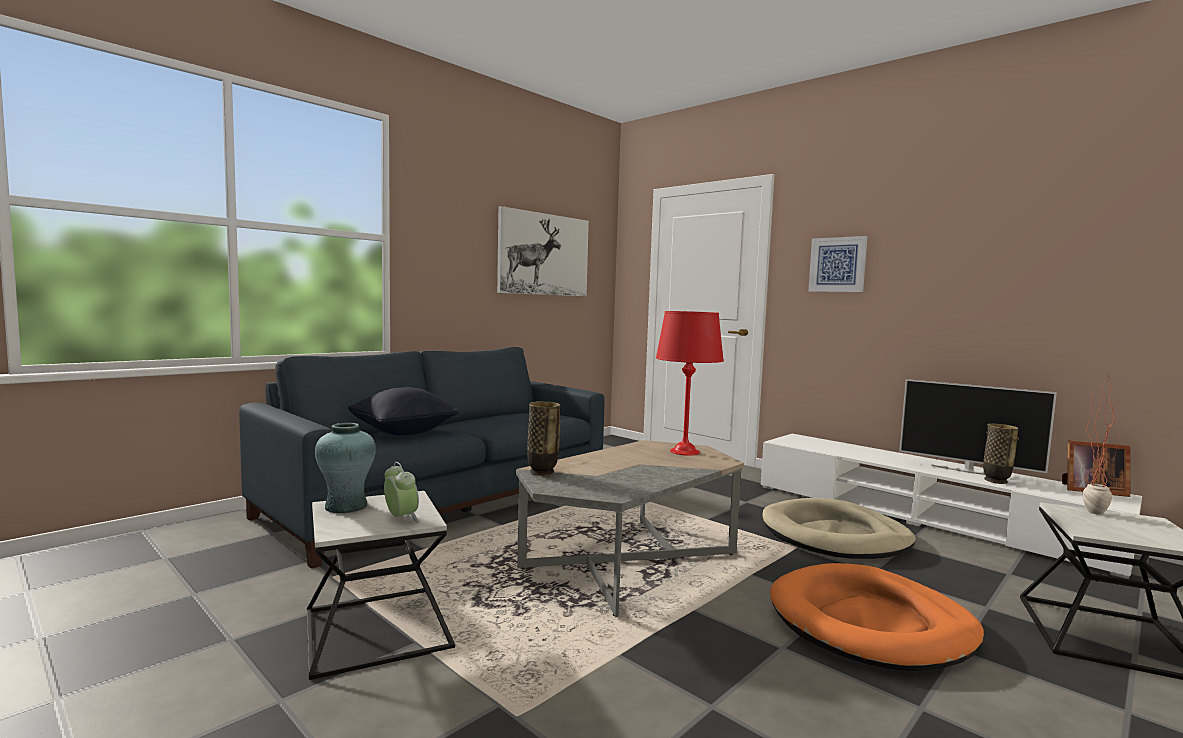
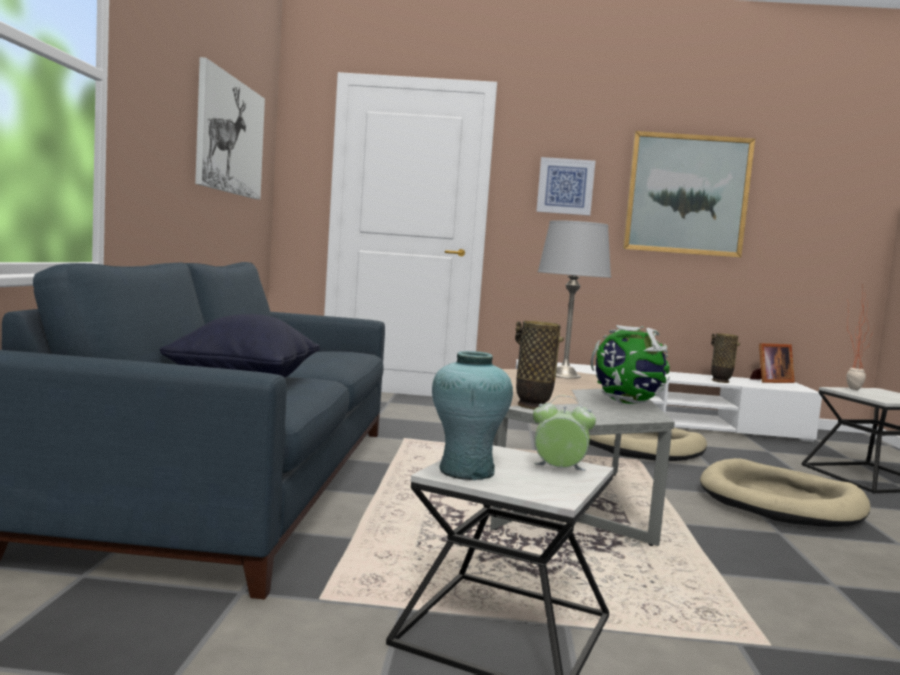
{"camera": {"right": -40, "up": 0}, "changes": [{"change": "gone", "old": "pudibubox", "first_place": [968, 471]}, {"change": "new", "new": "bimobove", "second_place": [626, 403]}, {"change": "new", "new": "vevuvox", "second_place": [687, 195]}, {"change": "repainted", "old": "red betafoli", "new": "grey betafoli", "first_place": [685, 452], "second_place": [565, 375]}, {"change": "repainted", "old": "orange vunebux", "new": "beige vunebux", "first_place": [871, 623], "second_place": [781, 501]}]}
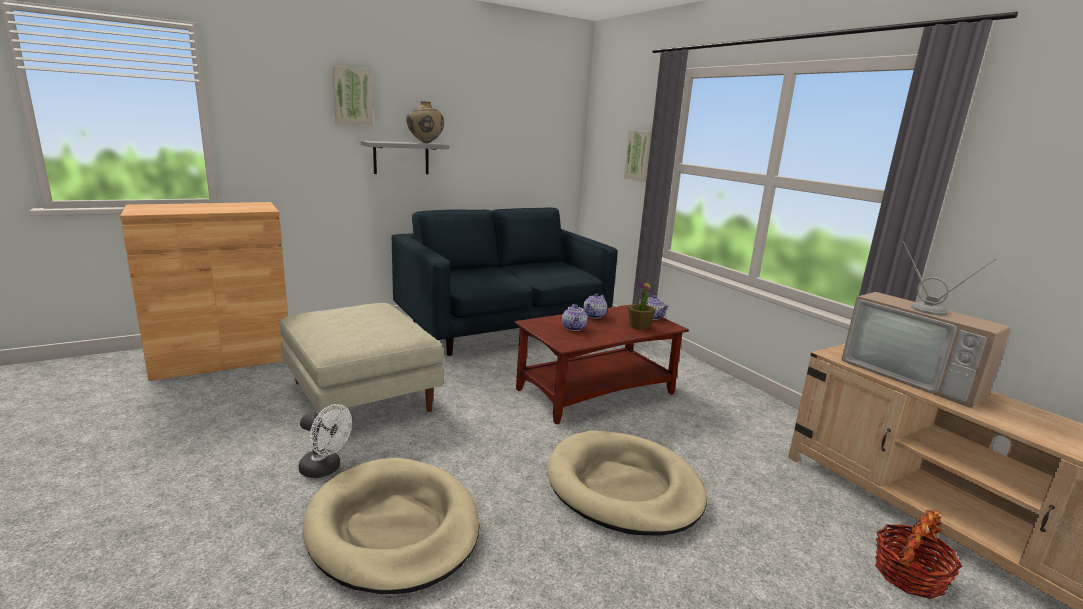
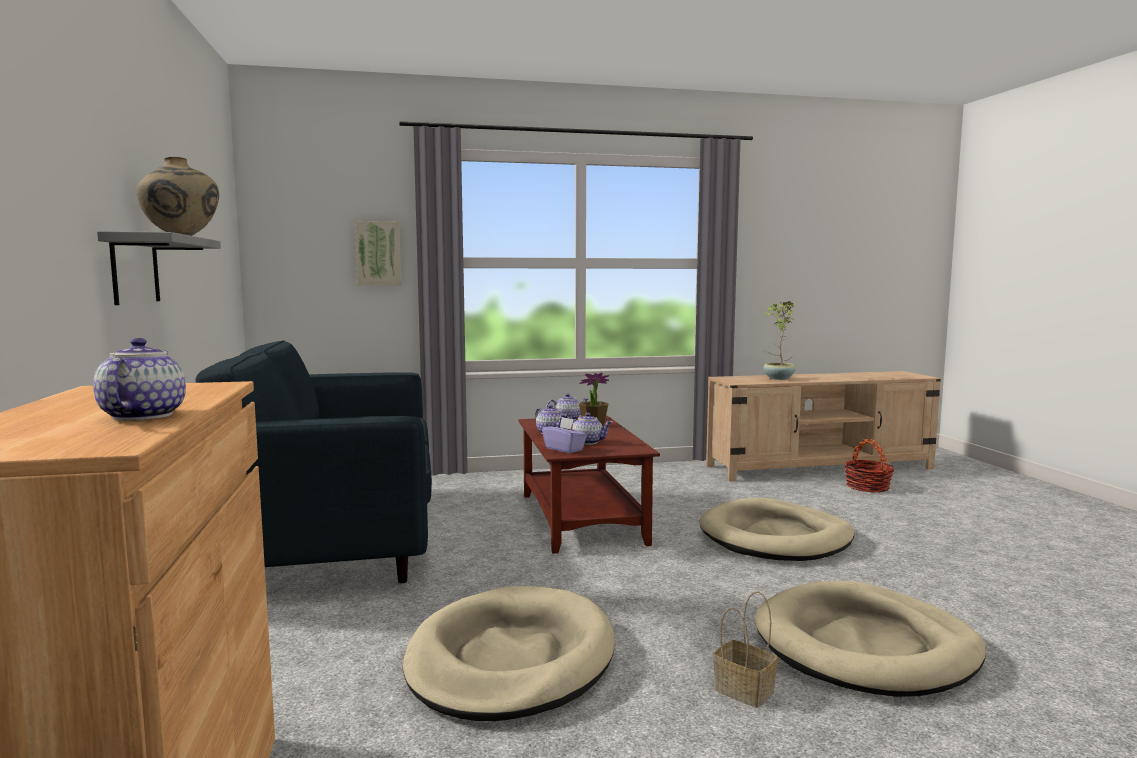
{"camera": {"right": -70, "up": -10}, "changes": [{"change": "gone", "old": "vevuvox", "first_place": [352, 96]}, {"change": "new", "new": "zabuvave", "second_place": [141, 416]}, {"change": "new", "new": "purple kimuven", "second_place": [564, 449]}, {"change": "swapped", "old": "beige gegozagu", "new": "beige vunebux", "first_place": [360, 395], "second_place": [510, 660]}, {"change": "swapped", "old": "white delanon", "new": "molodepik", "first_place": [325, 469], "second_place": [742, 690]}, {"change": "swapped", "old": "pudibubox", "new": "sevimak", "first_place": [914, 377], "second_place": [778, 378]}]}
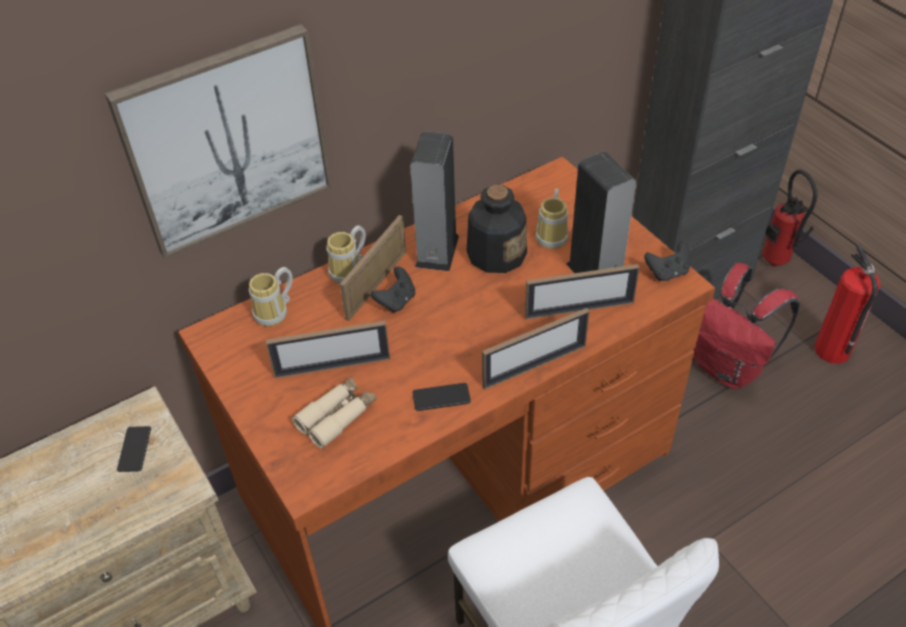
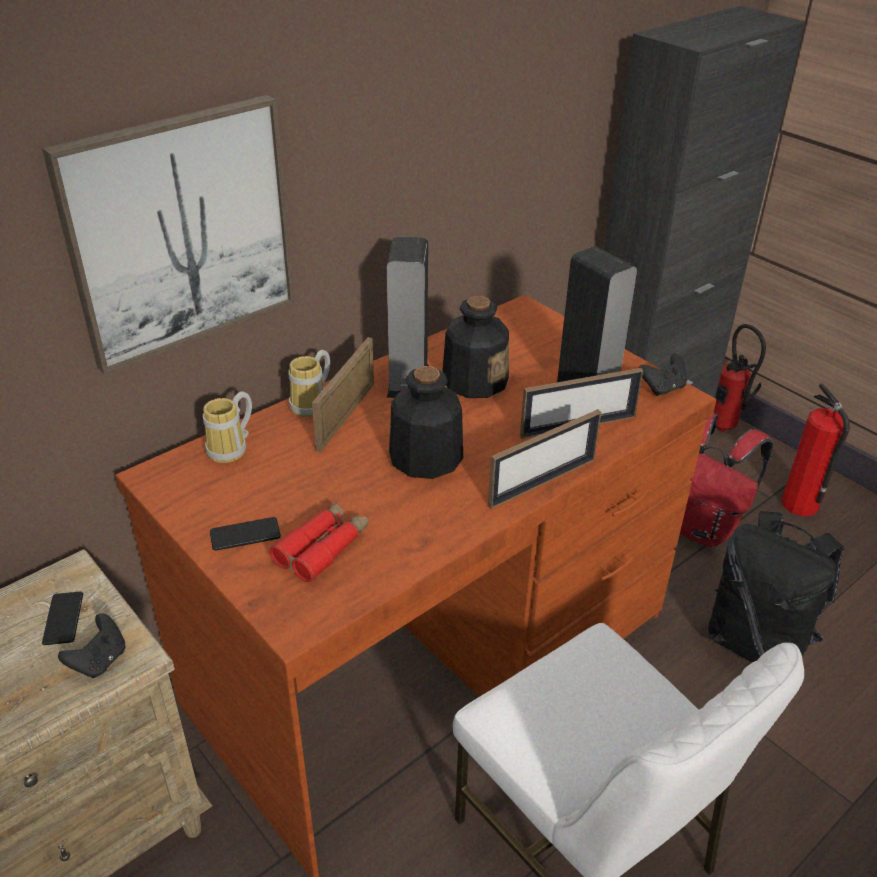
{"camera": {"right": -10, "up": -10}, "changes": [{"change": "gone", "old": "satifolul", "first_place": [332, 367]}, {"change": "gone", "old": "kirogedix", "first_place": [553, 236]}, {"change": "new", "new": "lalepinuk", "second_place": [425, 457]}, {"change": "new", "new": "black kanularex", "second_place": [757, 642]}, {"change": "shifted", "old": "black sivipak", "first_place": [396, 301], "second_place": [100, 661]}, {"change": "shifted", "old": "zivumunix", "first_place": [441, 397], "second_place": [245, 535]}, {"change": "repainted", "old": "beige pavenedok", "new": "red pavenedok", "first_place": [337, 416], "second_place": [322, 548]}]}
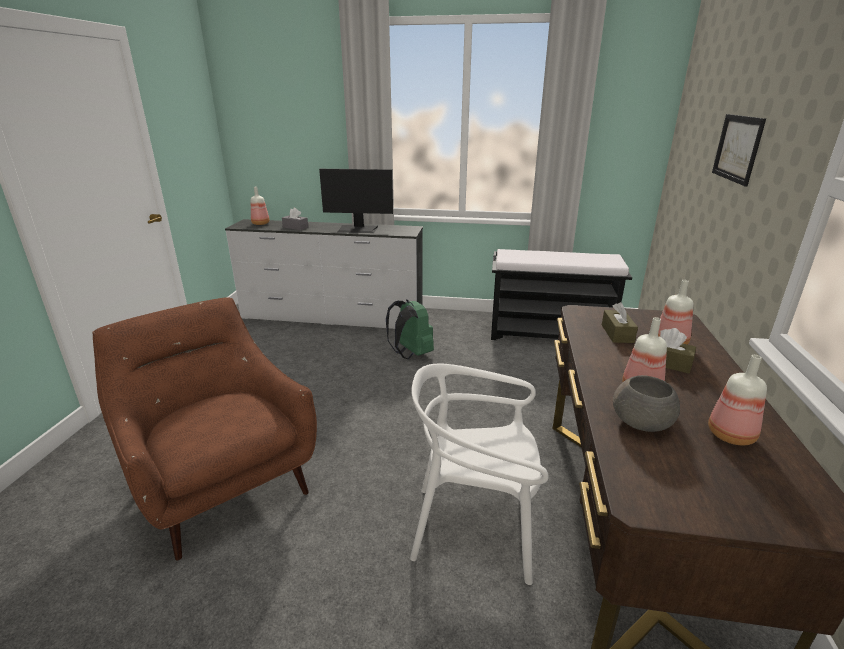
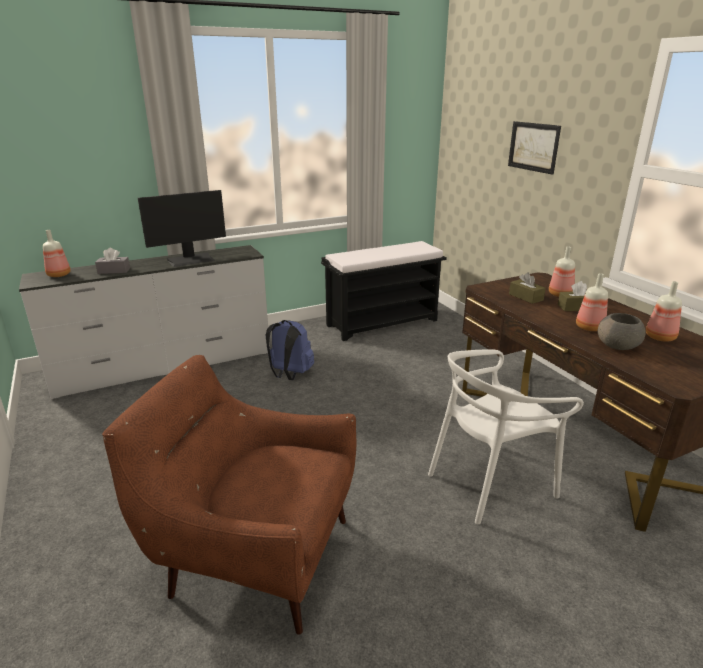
{"camera": {"right": -35, "up": 0}, "changes": [{"change": "repainted", "old": "green kanularex", "new": "blue kanularex", "first_place": [411, 354], "second_place": [289, 374]}]}
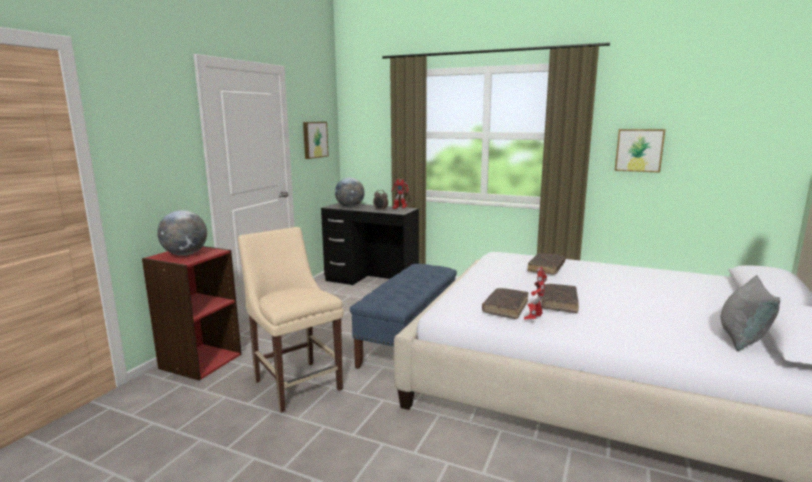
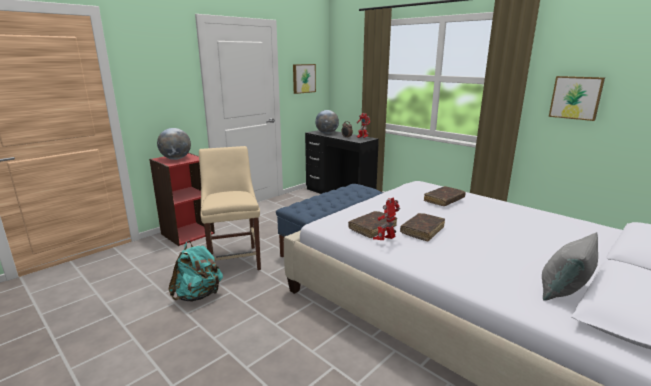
{"camera": {"right": 20, "up": 5}, "changes": [{"change": "new", "new": "turquoise kanularex", "second_place": [198, 295]}]}
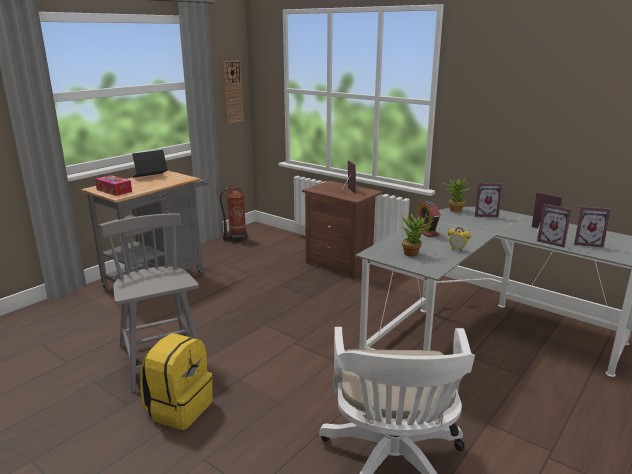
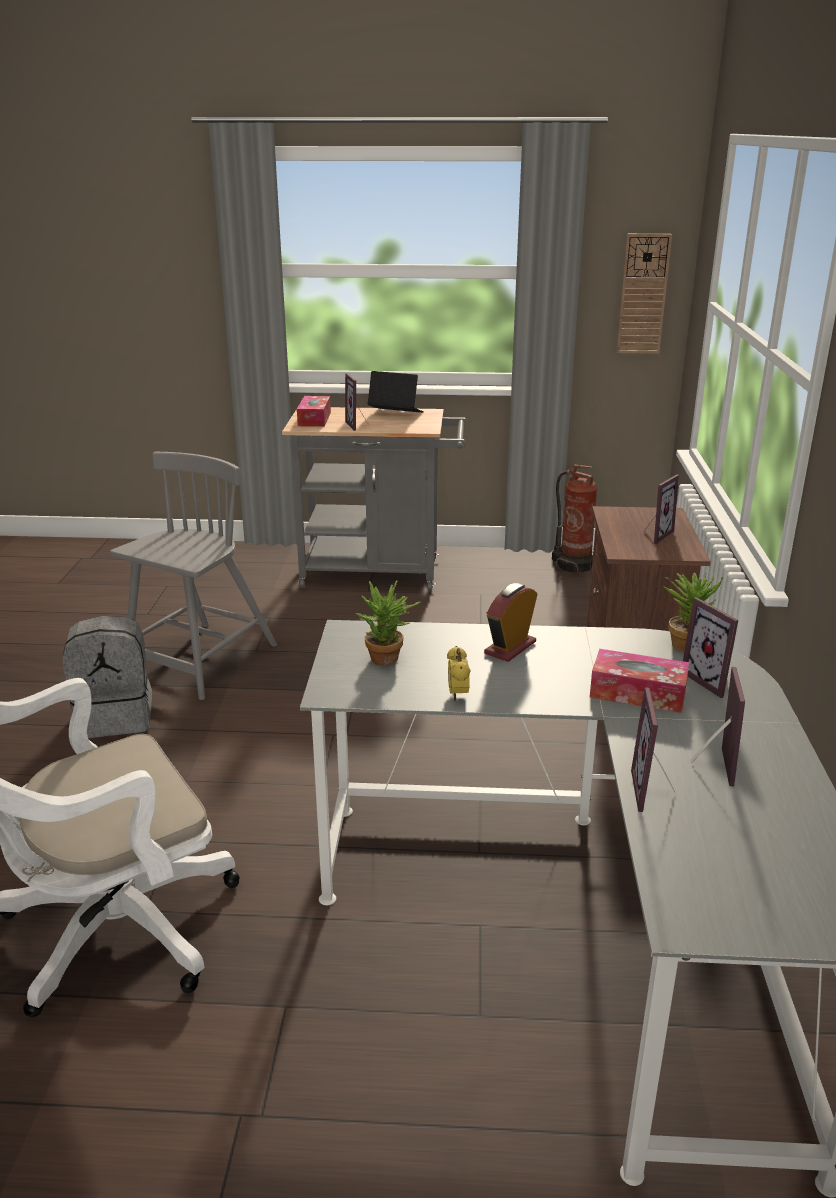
{"camera": {"right": 55, "up": 5}, "changes": [{"change": "new", "new": "kimuven", "second_place": [638, 693]}, {"change": "shifted", "old": "satifolul", "first_place": [587, 243], "second_place": [358, 425]}, {"change": "repainted", "old": "yellow kanularex", "new": "grey kanularex", "first_place": [179, 408], "second_place": [116, 717]}]}
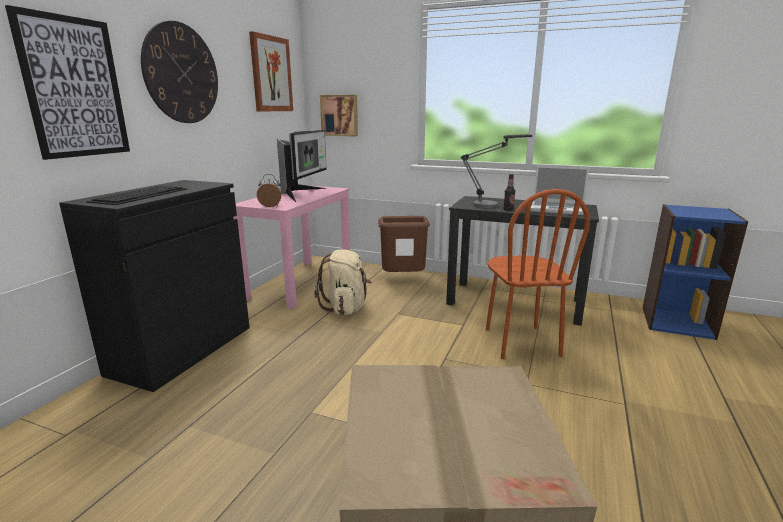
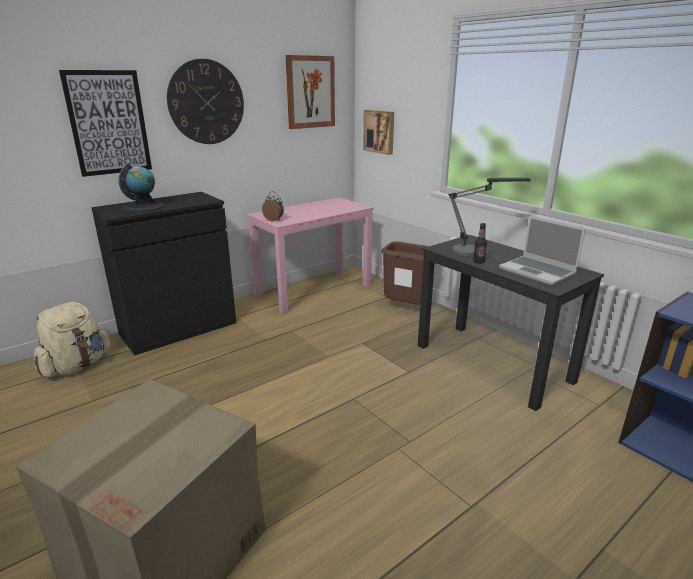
{"camera": {"right": 30, "up": 5}, "changes": [{"change": "gone", "old": "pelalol", "first_place": [302, 194]}, {"change": "gone", "old": "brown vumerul", "first_place": [520, 342]}, {"change": "shifted", "old": "beige kanularex", "first_place": [346, 308], "second_place": [76, 366]}, {"change": "swapped", "old": "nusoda", "new": "bimobove", "first_place": [141, 195], "second_place": [143, 206]}]}
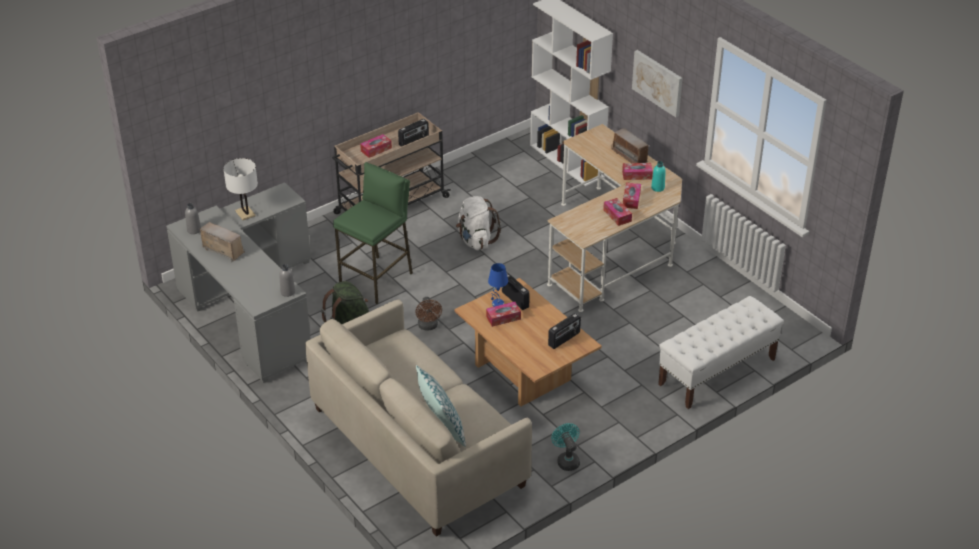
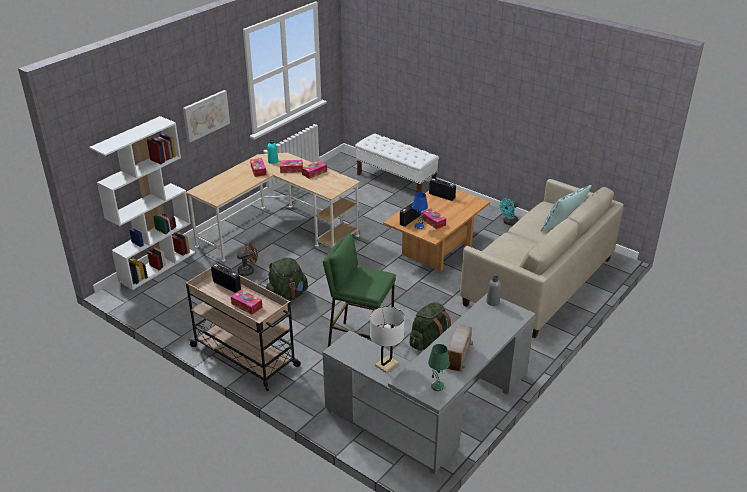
{"camera": {"right": -105, "up": -5}, "changes": [{"change": "gone", "old": "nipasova", "first_place": [630, 156]}, {"change": "shifted", "old": "brown delanon", "first_place": [428, 326], "second_place": [248, 271]}, {"change": "swapped", "old": "grey lalepinuk", "new": "green betafoli", "first_place": [194, 230], "second_place": [437, 386]}, {"change": "repainted", "old": "white kanularex", "new": "green kanularex", "first_place": [476, 240], "second_place": [287, 296]}]}
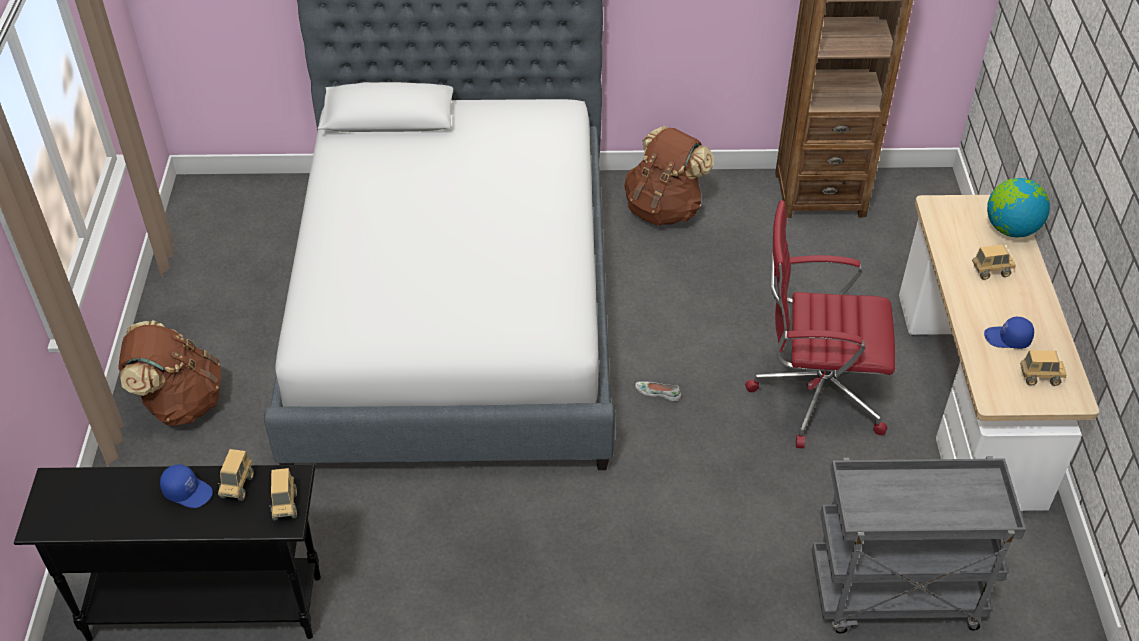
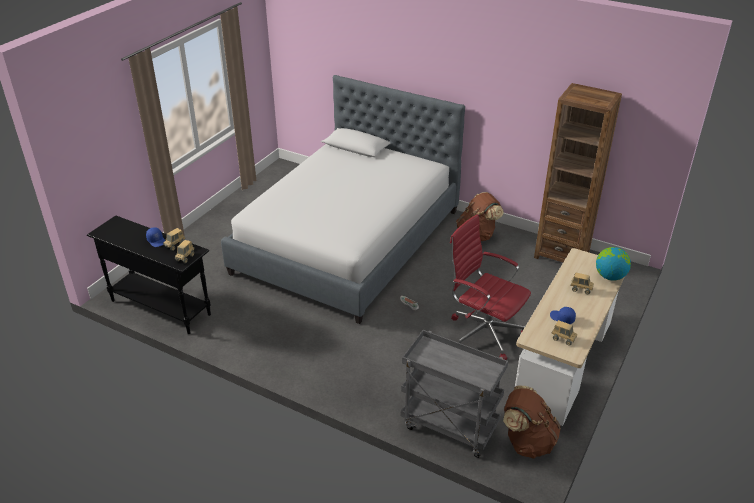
{"camera": {"right": 30, "up": -10}, "changes": [{"change": "shifted", "old": "brown kanularex", "first_place": [180, 402], "second_place": [527, 441]}]}
